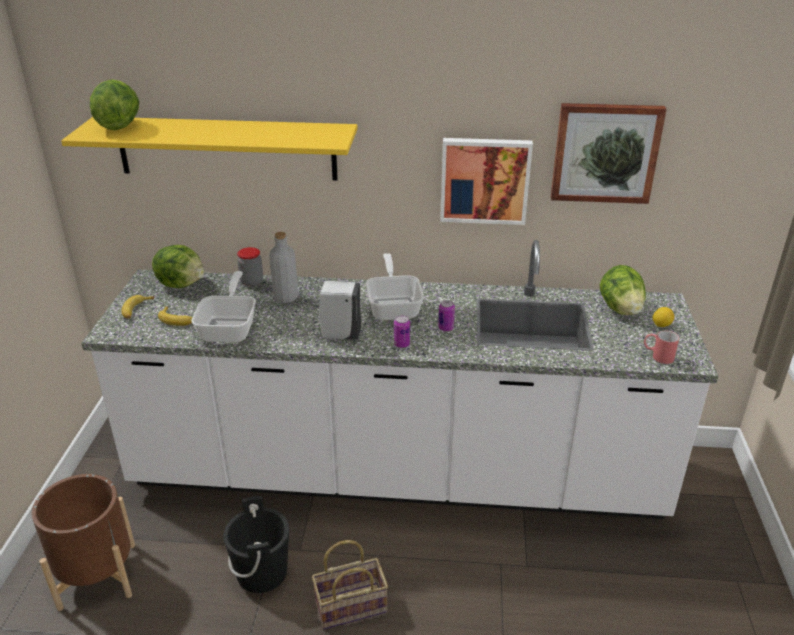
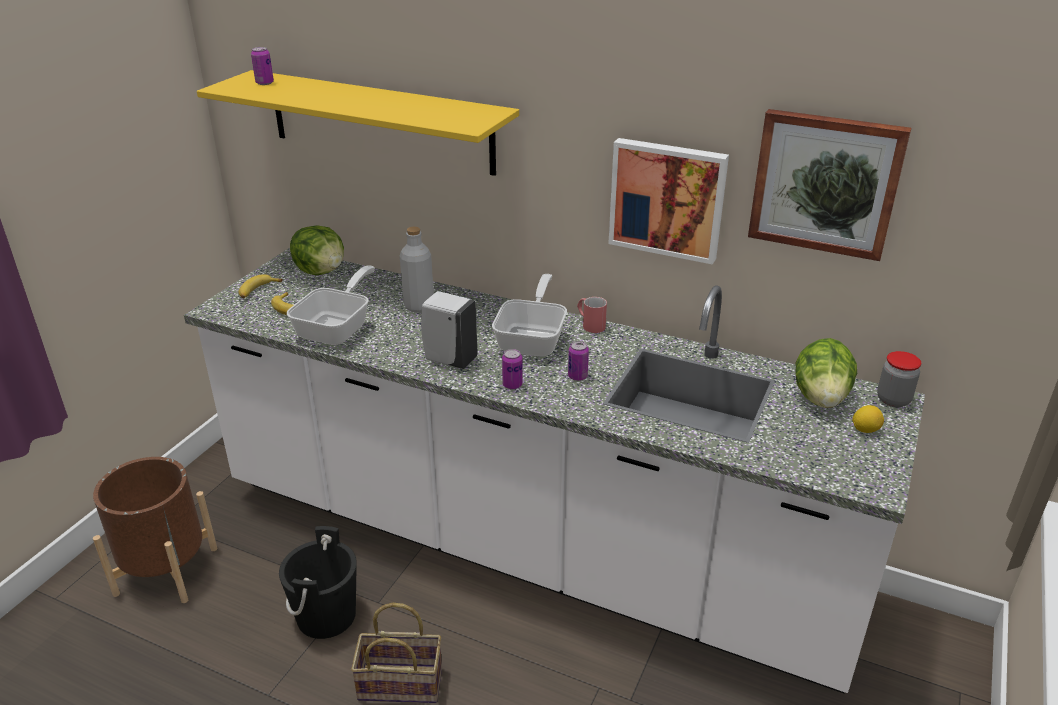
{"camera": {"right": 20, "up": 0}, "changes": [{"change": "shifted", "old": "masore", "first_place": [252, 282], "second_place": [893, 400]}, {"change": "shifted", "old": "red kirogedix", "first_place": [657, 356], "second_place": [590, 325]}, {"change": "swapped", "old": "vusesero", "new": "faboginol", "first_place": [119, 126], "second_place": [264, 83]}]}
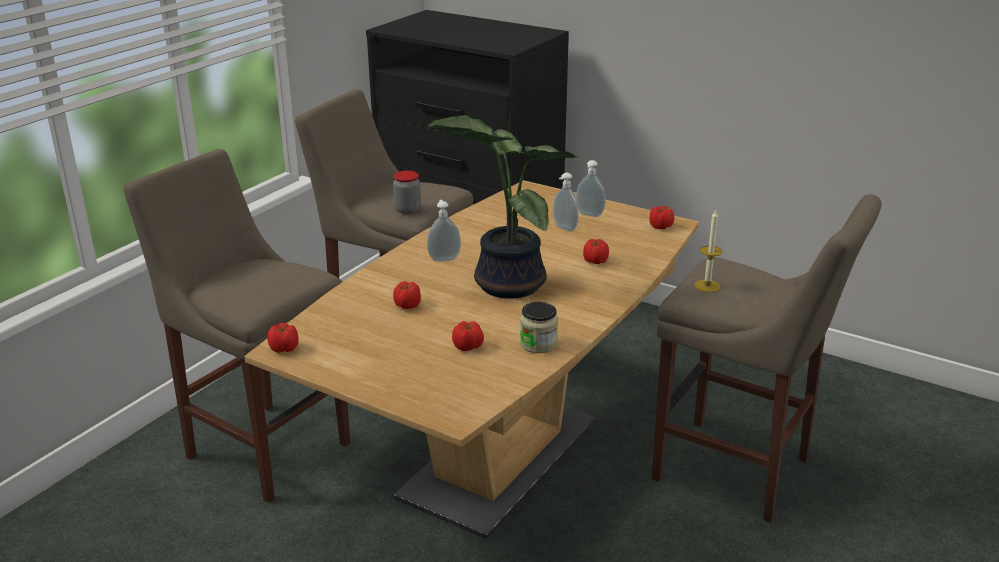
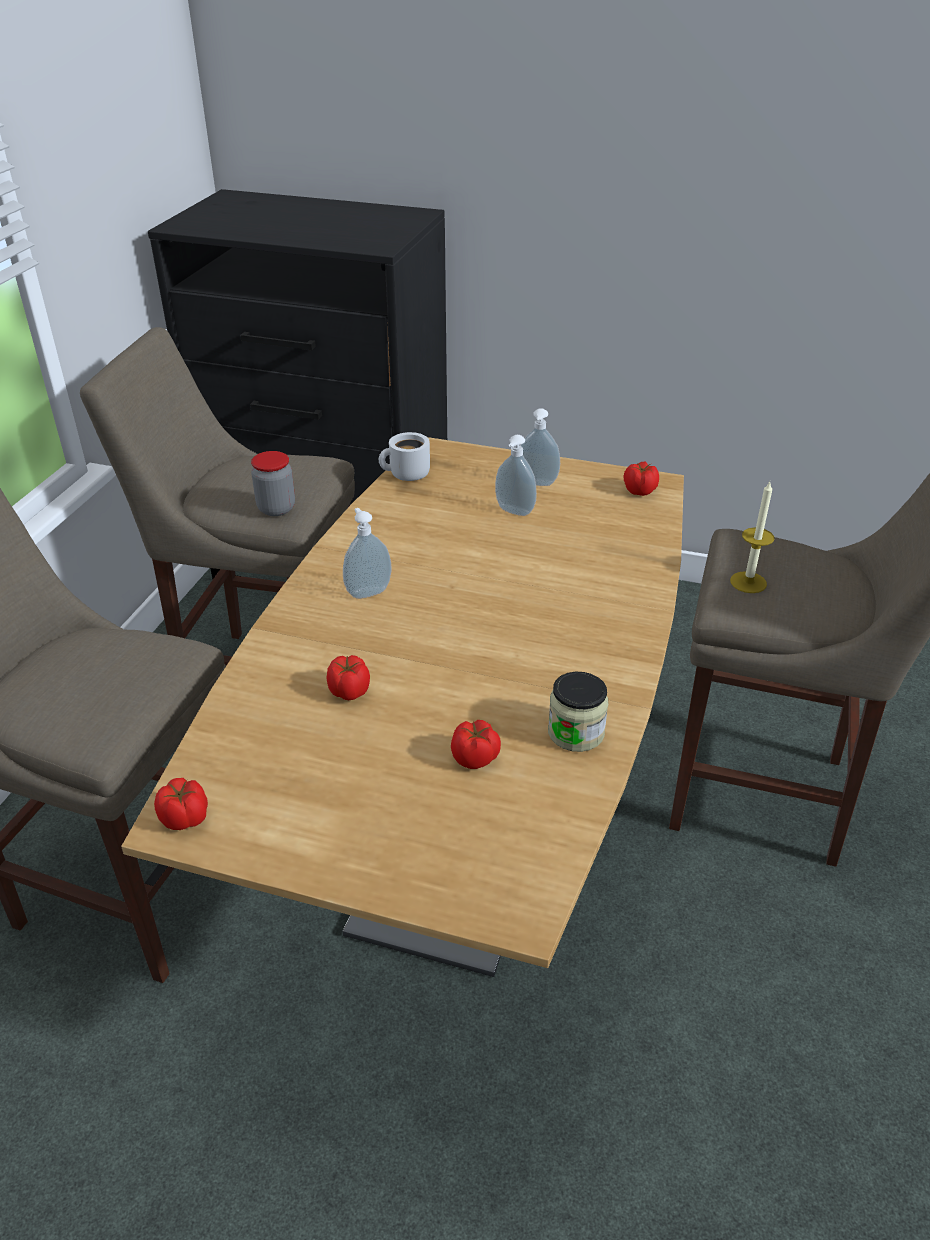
{"camera": {"right": -15, "up": 10}, "changes": [{"change": "gone", "old": "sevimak", "first_place": [505, 283]}, {"change": "gone", "old": "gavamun", "first_place": [595, 261]}, {"change": "new", "new": "white kirogedix", "second_place": [406, 475]}]}
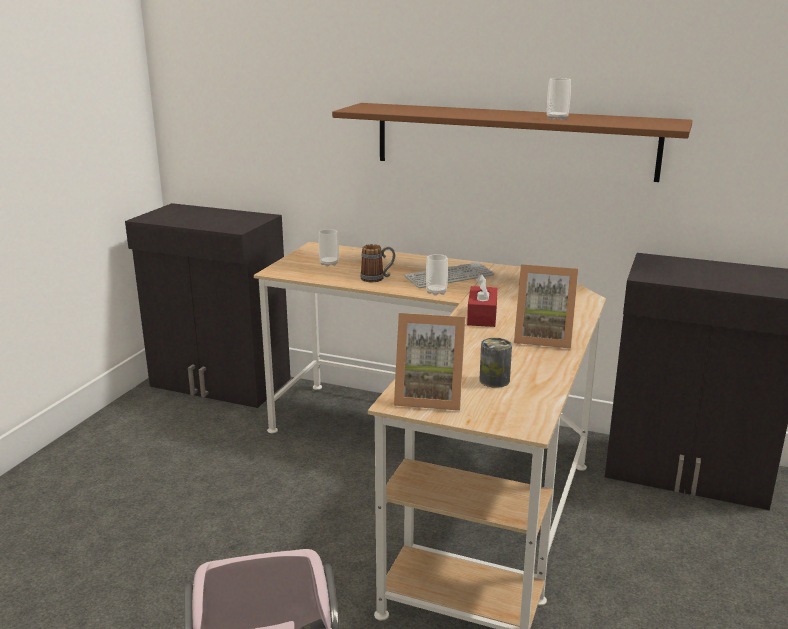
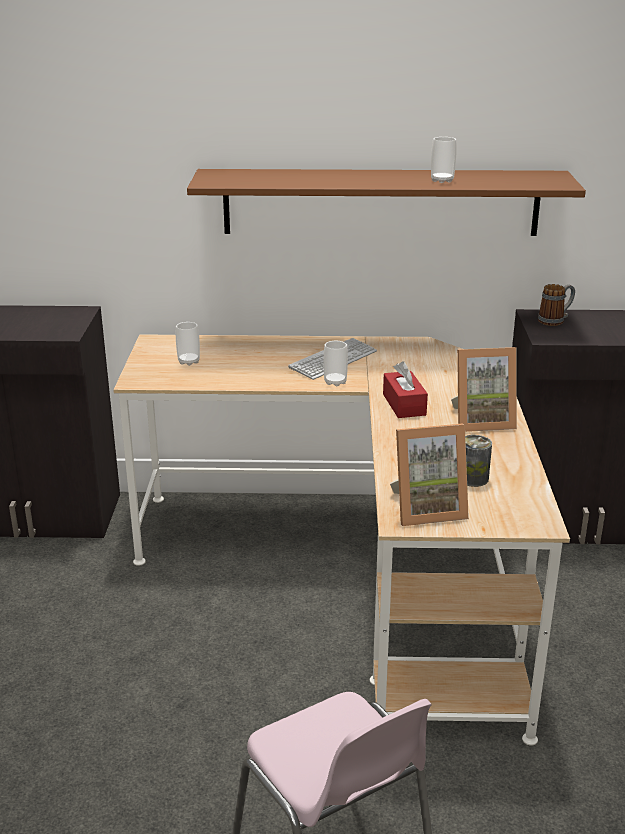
{"camera": {"right": -20, "up": 5}, "changes": [{"change": "shifted", "old": "kirogedix", "first_place": [377, 278], "second_place": [555, 320]}]}
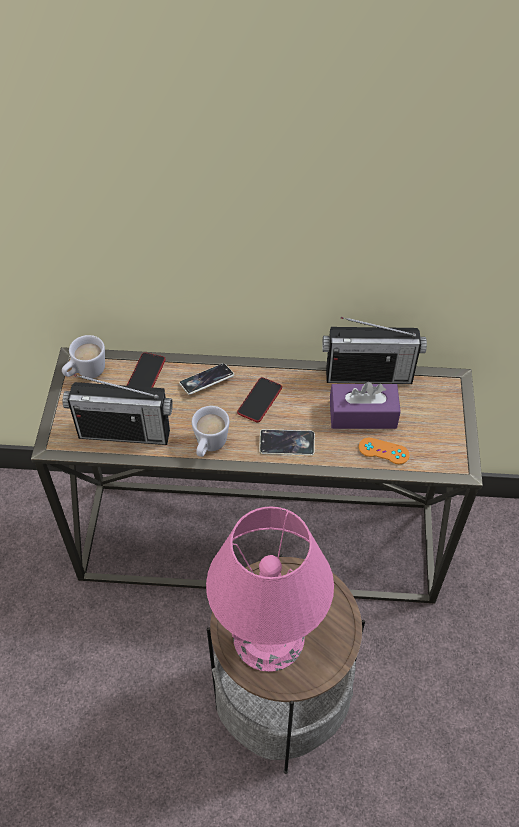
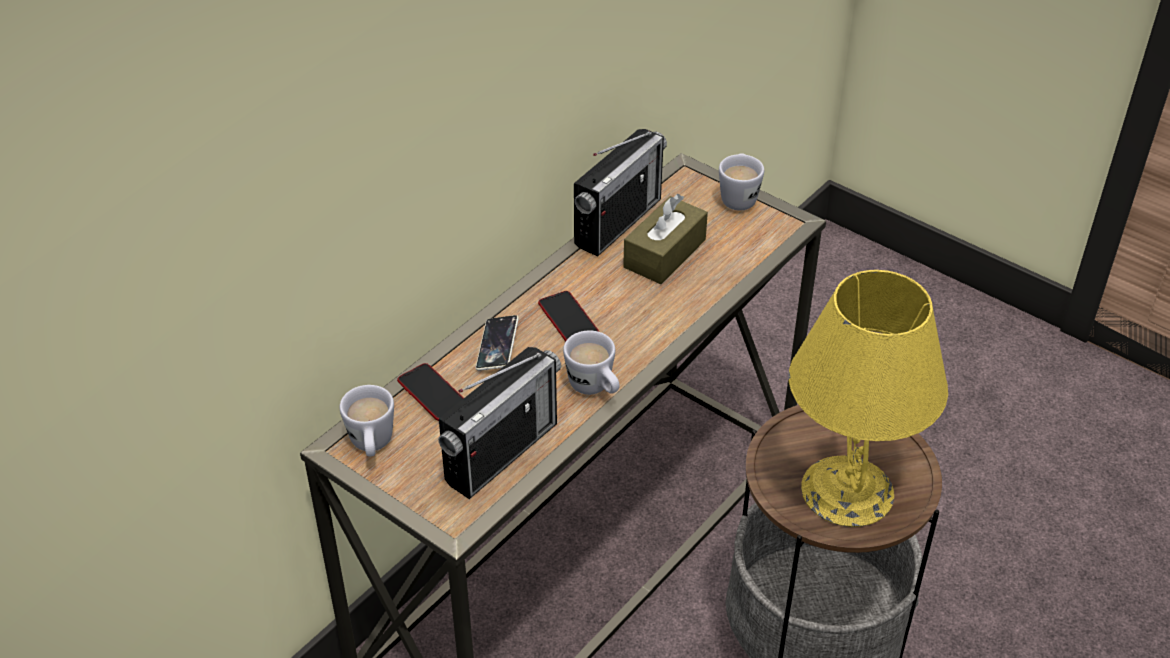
{"camera": {"right": -55, "up": -10}, "changes": [{"change": "gone", "old": "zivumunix", "first_place": [287, 444]}, {"change": "gone", "old": "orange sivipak", "first_place": [383, 451]}, {"change": "new", "new": "white kirogedix", "second_place": [738, 196]}, {"change": "repainted", "old": "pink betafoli", "new": "yellow betafoli", "first_place": [268, 637], "second_place": [848, 491]}, {"change": "repainted", "old": "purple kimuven", "new": "brown kimuven", "first_place": [362, 415], "second_place": [664, 253]}]}
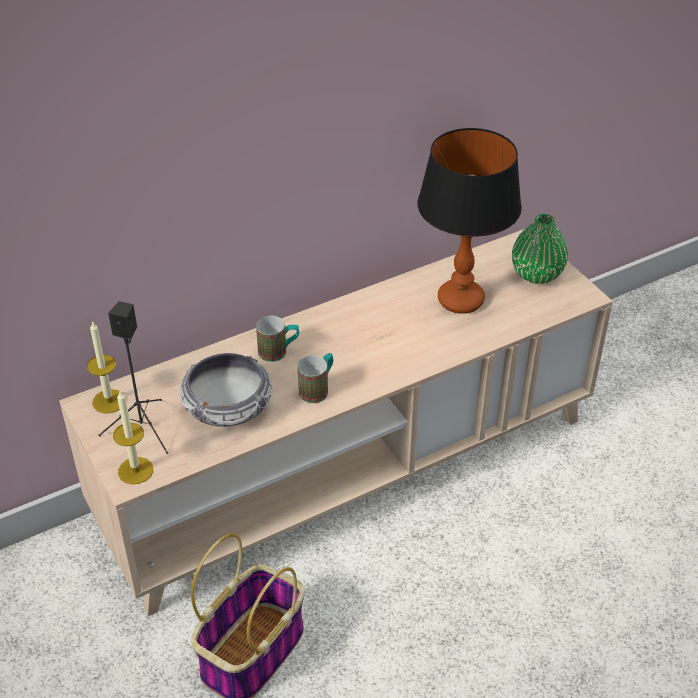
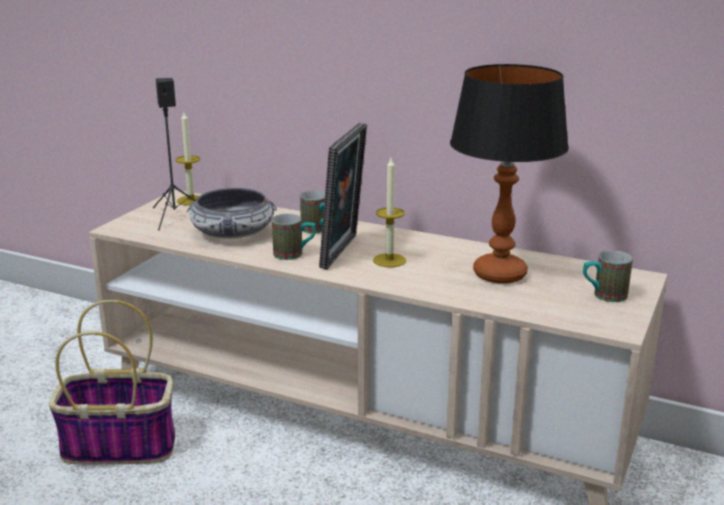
{"camera": {"right": 55, "up": -20}, "changes": [{"change": "new", "new": "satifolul", "second_place": [344, 252]}, {"change": "shifted", "old": "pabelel", "first_place": [135, 470], "second_place": [389, 260]}, {"change": "swapped", "old": "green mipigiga", "new": "kirogedix", "first_place": [537, 274], "second_place": [603, 296]}]}
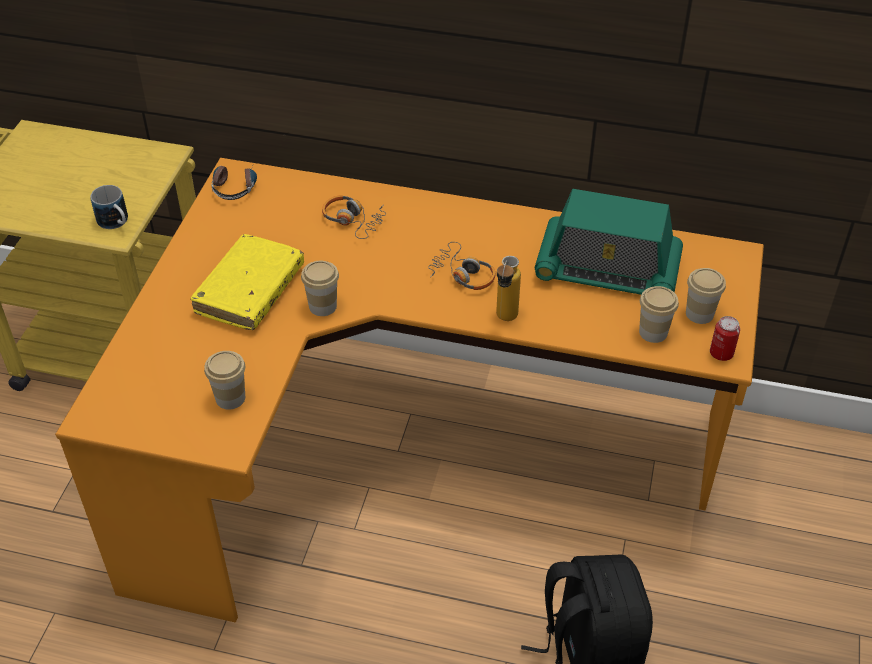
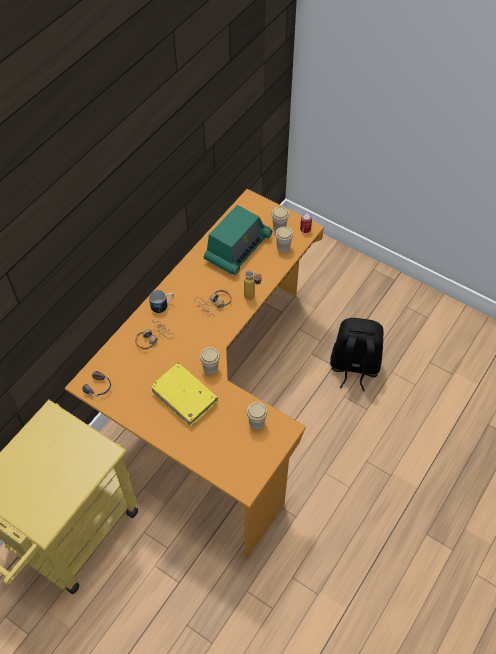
{"camera": {"right": -70, "up": 10}, "changes": [{"change": "shifted", "old": "kirogedix", "first_place": [116, 223], "second_place": [163, 305]}]}
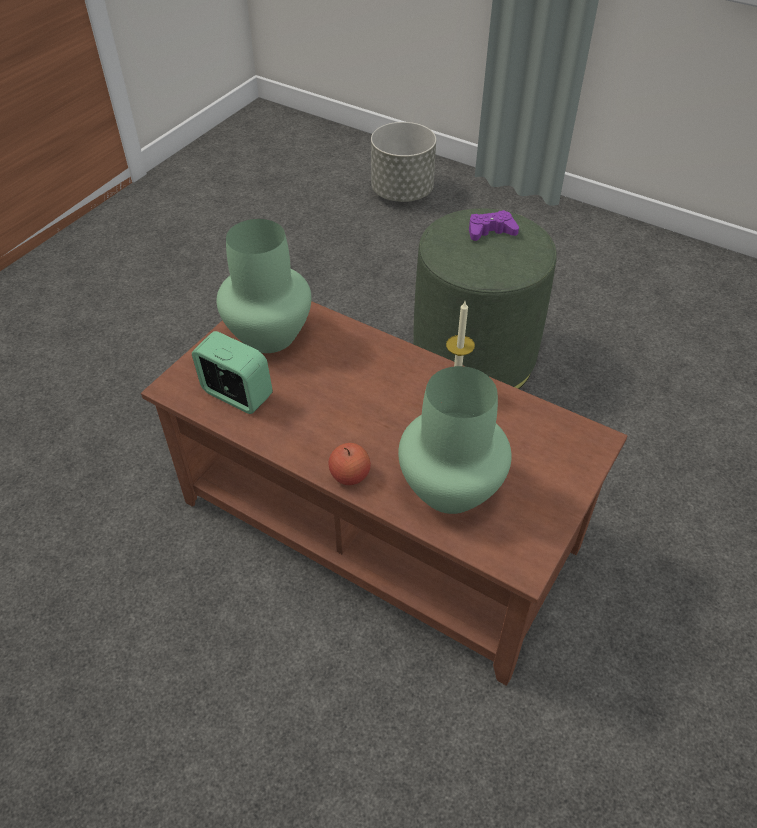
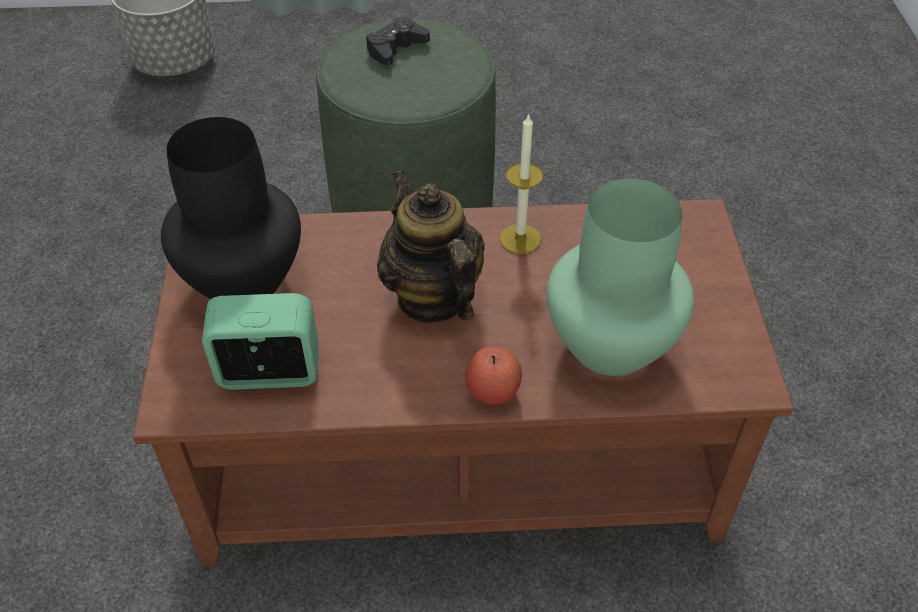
{"camera": {"right": -35, "up": 0}, "changes": [{"change": "new", "new": "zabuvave", "second_place": [432, 297]}, {"change": "repainted", "old": "green mipigiga", "new": "black mipigiga", "first_place": [268, 334], "second_place": [241, 279]}, {"change": "repainted", "old": "purple sivipak", "new": "black sivipak", "first_place": [490, 231], "second_place": [396, 48]}]}
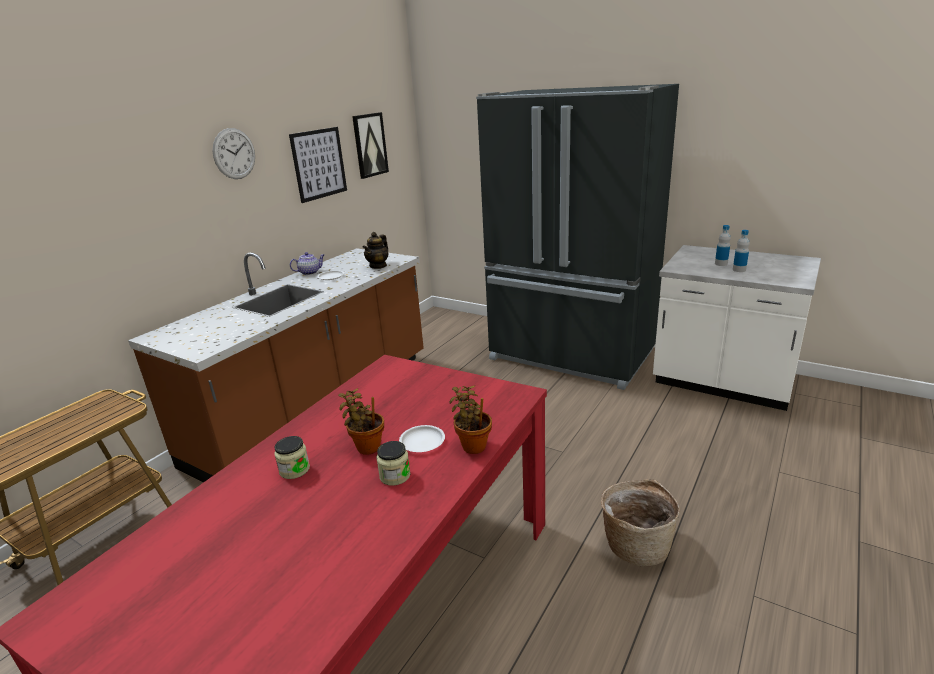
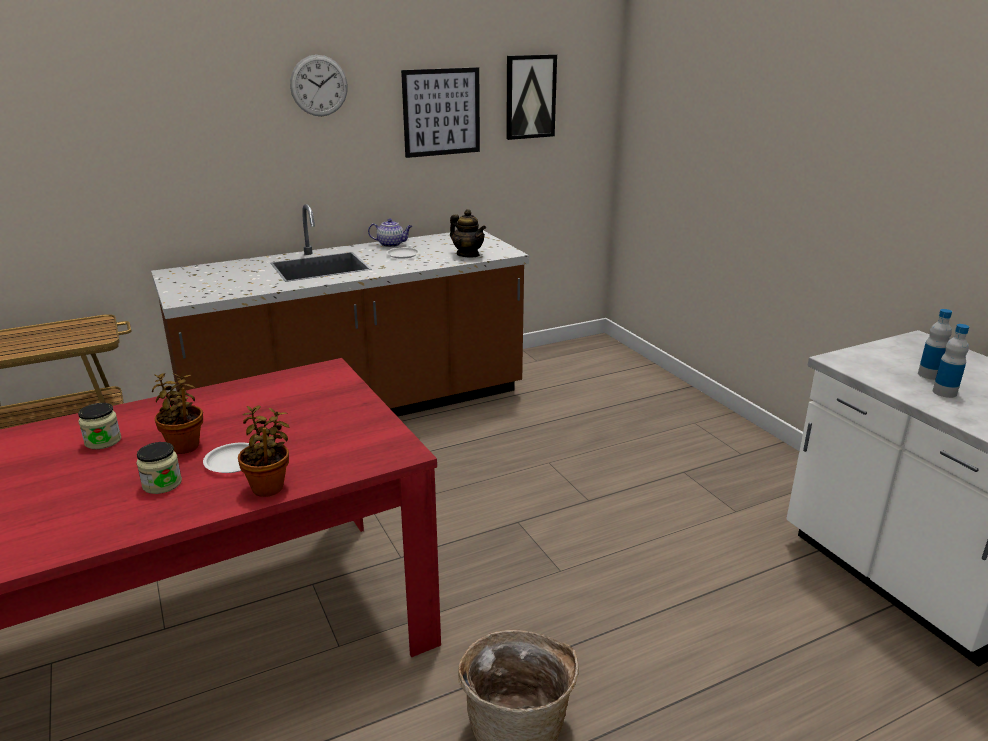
{"camera": {"right": 30, "up": 0}, "changes": [{"change": "gone", "old": "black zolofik", "first_place": [570, 356]}, {"change": "rotated", "old": "zabuvave", "first_place": [378, 266], "second_place": [468, 255], "degrees": -105}]}
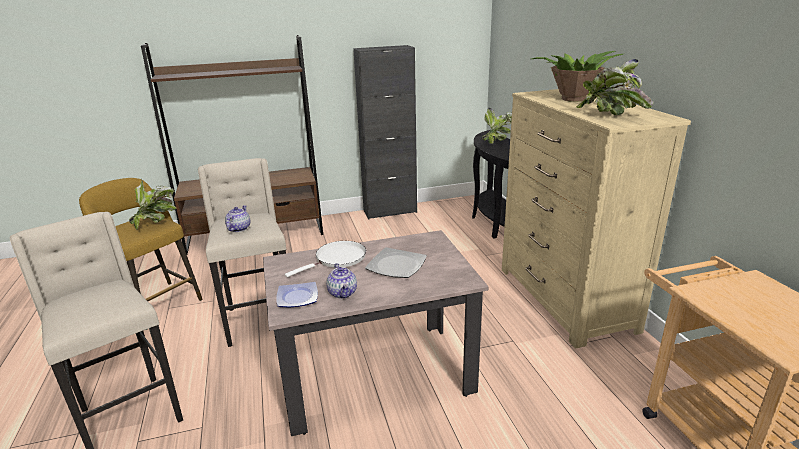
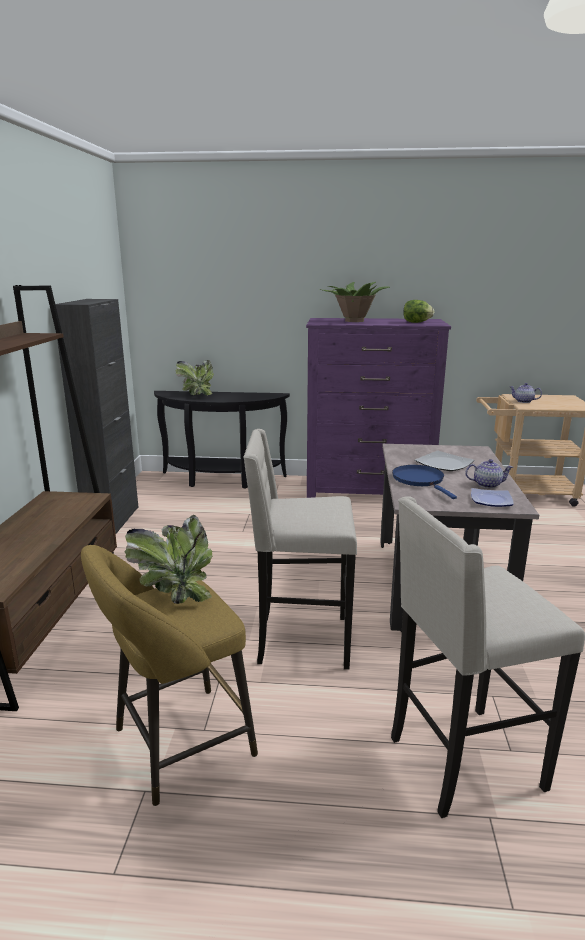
{"camera": {"right": -70, "up": -5}, "changes": [{"change": "shifted", "old": "zabuvave", "first_place": [239, 228], "second_place": [523, 401]}, {"change": "swapped", "old": "sevimak", "new": "vusesero", "first_place": [610, 116], "second_place": [416, 322]}, {"change": "repainted", "old": "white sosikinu", "new": "blue sosikinu", "first_place": [338, 259], "second_place": [420, 480]}, {"change": "repainted", "old": "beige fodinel", "new": "purple fodinel", "first_place": [564, 298], "second_place": [368, 489]}]}
